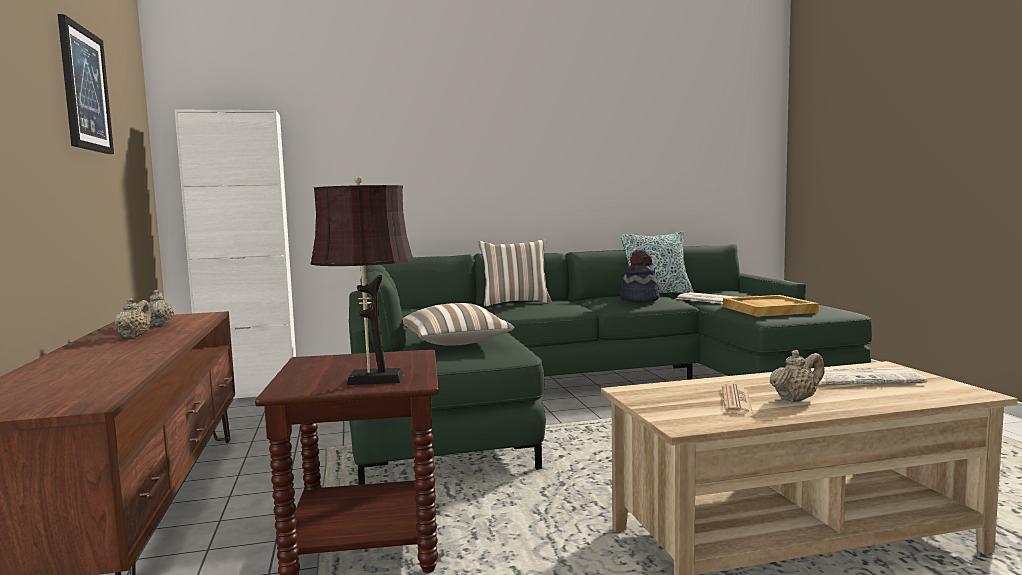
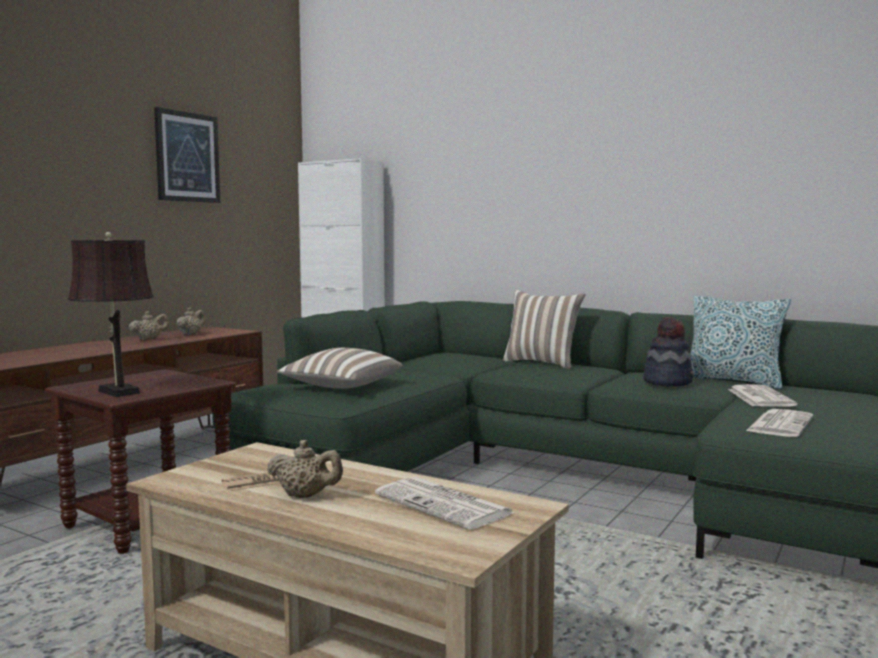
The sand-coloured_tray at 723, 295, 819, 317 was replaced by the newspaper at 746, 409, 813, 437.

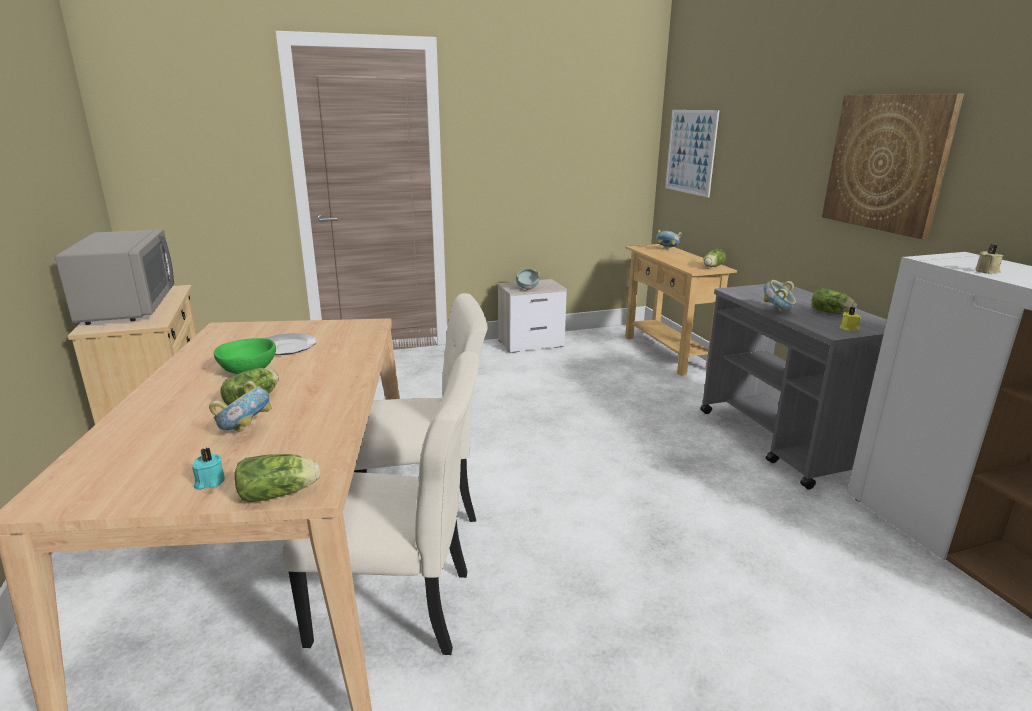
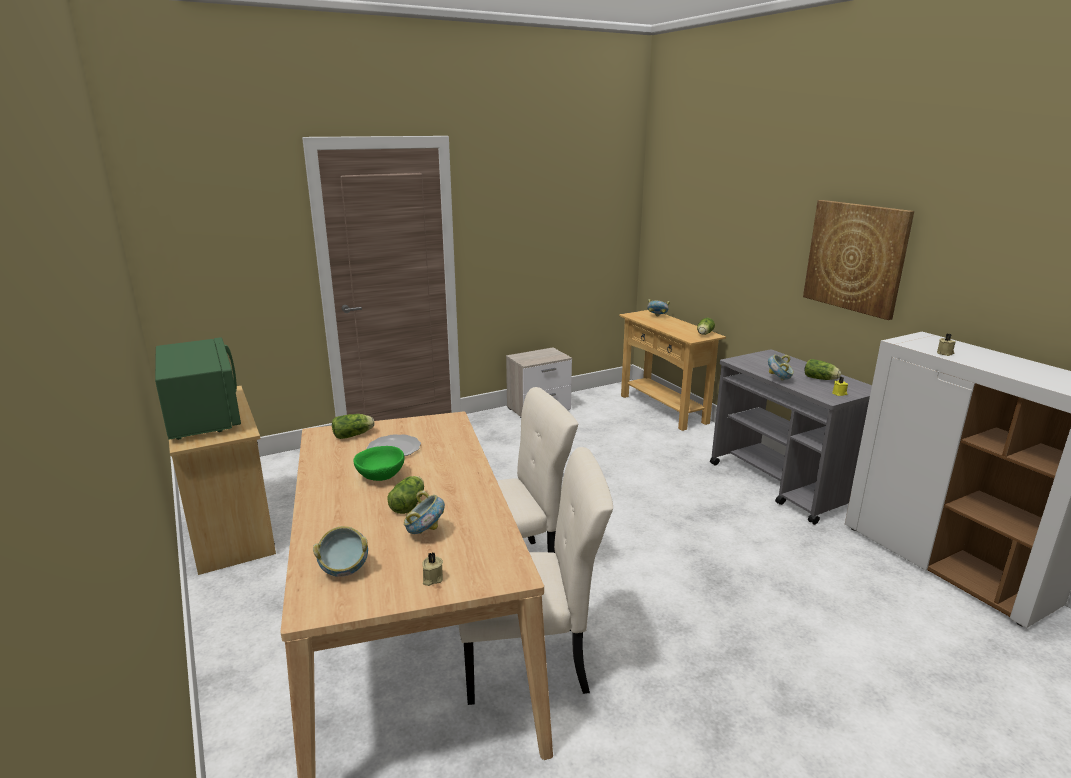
The grey_kitchen_microwave at 55, 229, 174, 325 became the greenish_kitchen_microwave at 155, 337, 241, 440. The serving_bowl moved from 516, 268, 540, 290 to 313, 526, 368, 577. The lettuce moved from 235, 454, 320, 502 to 332, 414, 375, 439. The blue-green_wax_candle at 192, 448, 225, 490 became the sand-coloured_wax_candle at 422, 553, 443, 586. The wall_art at 665, 110, 720, 197 disappeared.

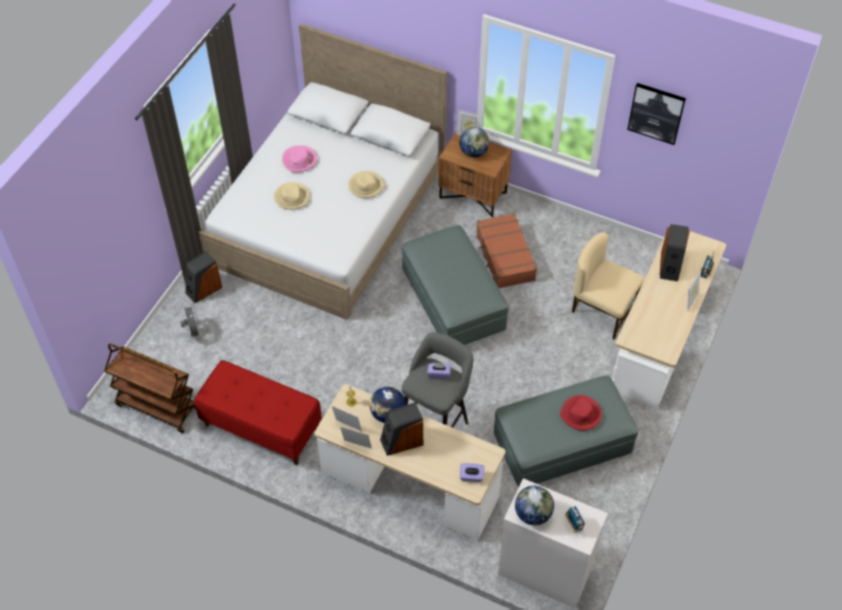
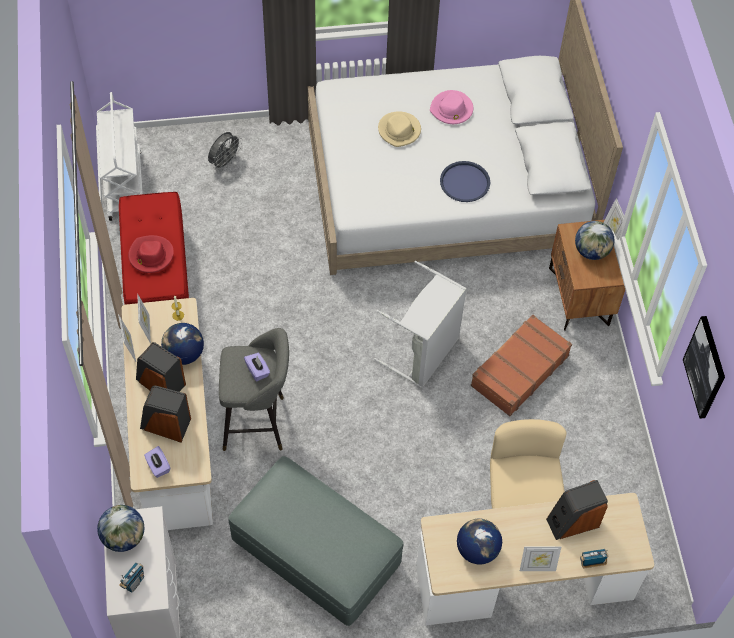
The brown-coloured_cart at 104, 344, 196, 434 became the whitish_cart at 97, 92, 143, 221. The reddish_clothing_hat moved from 560, 395, 602, 431 to 128, 235, 174, 273. The audio_speaker moved from 185, 251, 222, 303 to 140, 386, 191, 443. The grey_ottoman at 402, 225, 509, 345 was replaced by the grey_laundry_basket at 374, 261, 467, 388. The sand-coloured_clothing_hat at 348, 171, 385, 198 was replaced by the blue-coloured_tray at 440, 161, 490, 202. The globe at 457, 519, 502, 564 appeared.

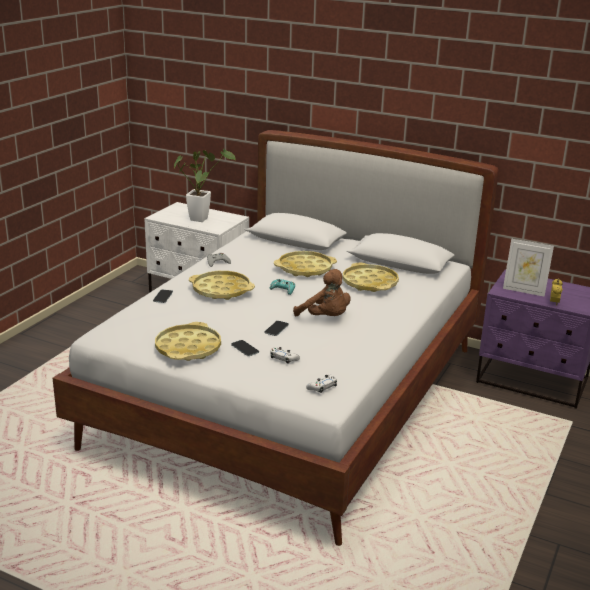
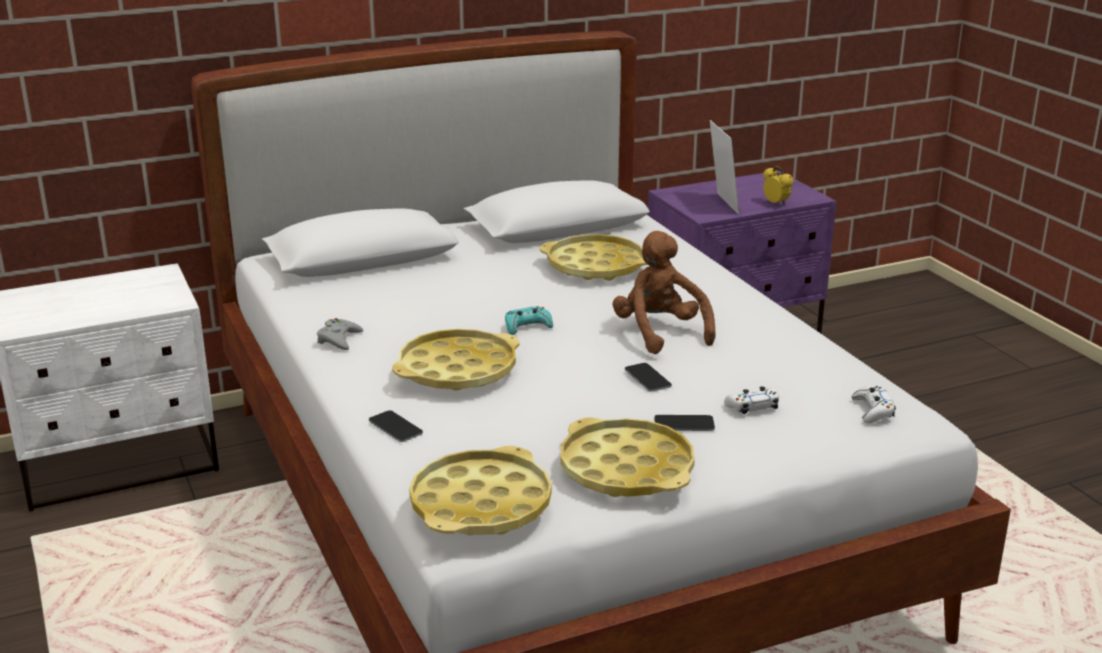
The yellow_tray moved from 274, 251, 337, 277 to 409, 446, 552, 535. The brown-coloured_plush_toy at 293, 269, 351, 316 turned 105 degrees counterclockwise. The picture_frame at 503, 239, 554, 297 turned 75 degrees counterclockwise. The houseplant at 174, 148, 236, 222 disappeared.

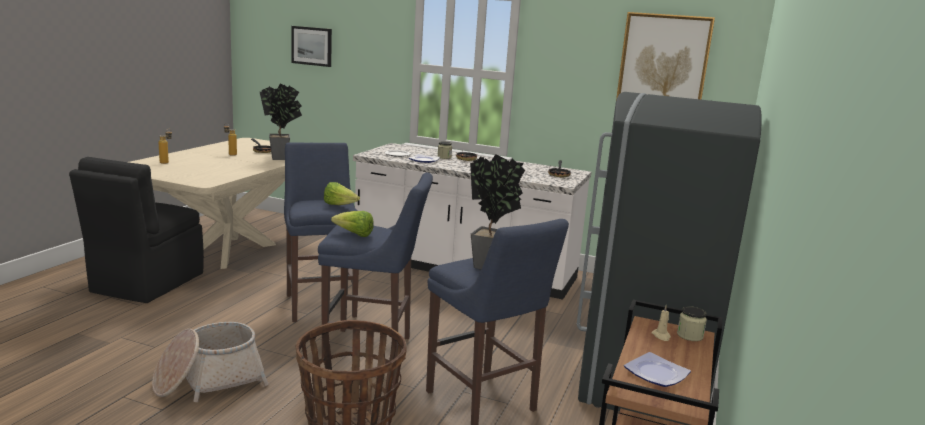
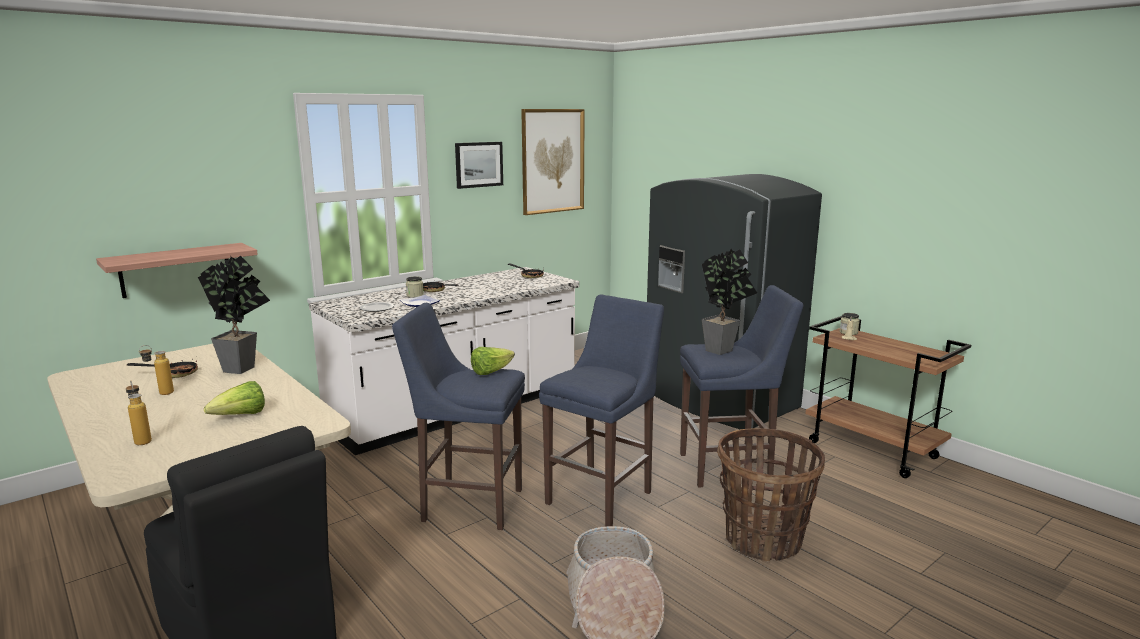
The shelf at 96, 243, 258, 298 appeared. The lettuce moved from 331, 211, 374, 237 to 204, 381, 265, 415. The wall_art moved from 291, 26, 332, 67 to 455, 142, 503, 189. The dinner_plate at 624, 352, 691, 387 disappeared.

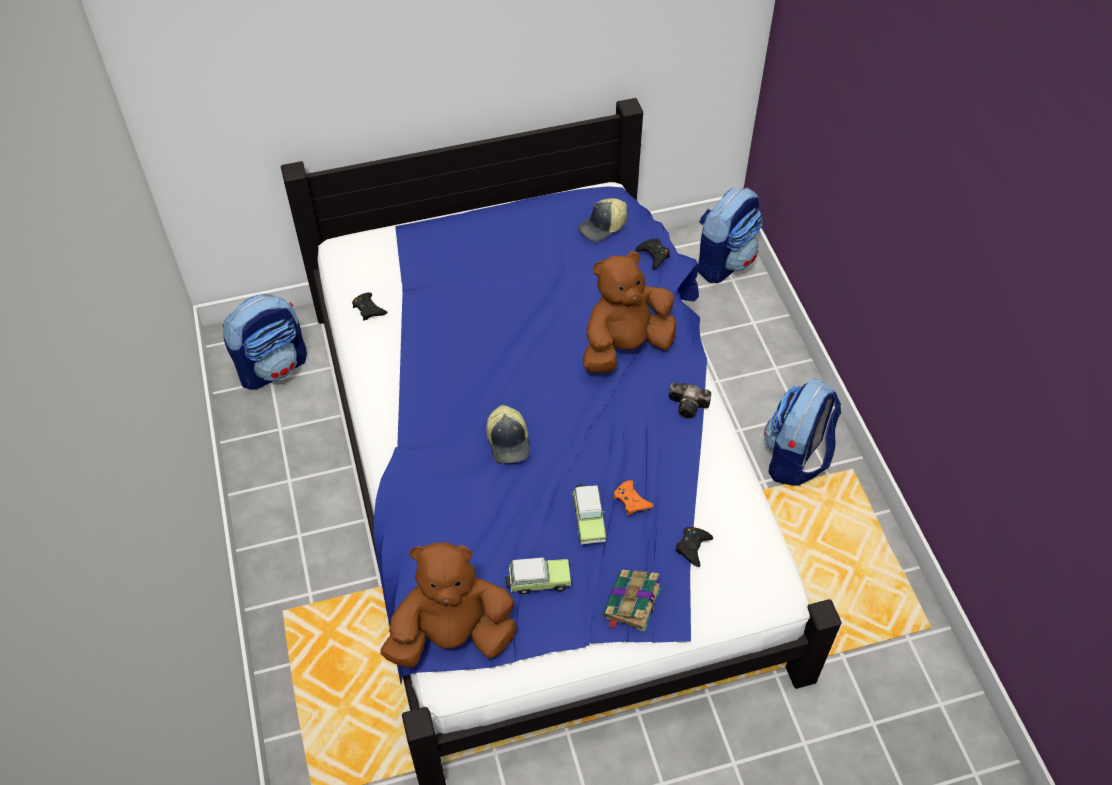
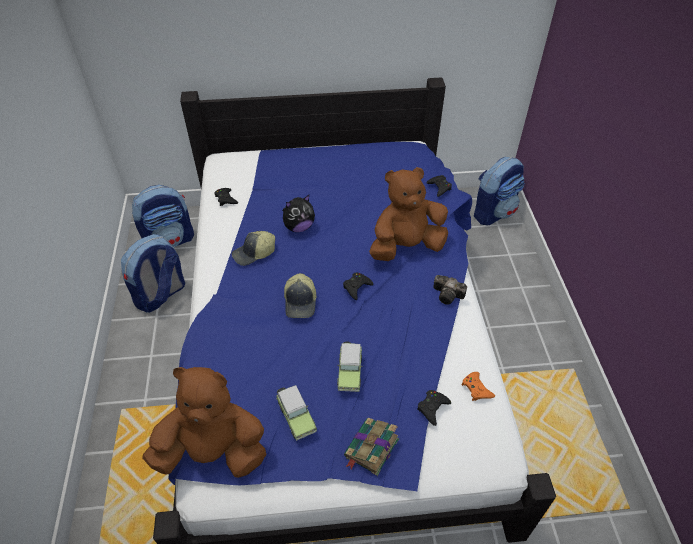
The rucksack moved from 764, 379, 841, 486 to 121, 234, 185, 313. The baseball_cap moved from 578, 198, 627, 242 to 232, 231, 275, 266. The miniature_car at 506, 558, 571, 595 turned 60 degrees clockwise. The plush_toy at 283, 195, 315, 232 appeared. The black-coloured_game_controller at 343, 272, 374, 300 appeared. The orange_game_controller moved from 614, 480, 654, 515 to 462, 372, 495, 401.

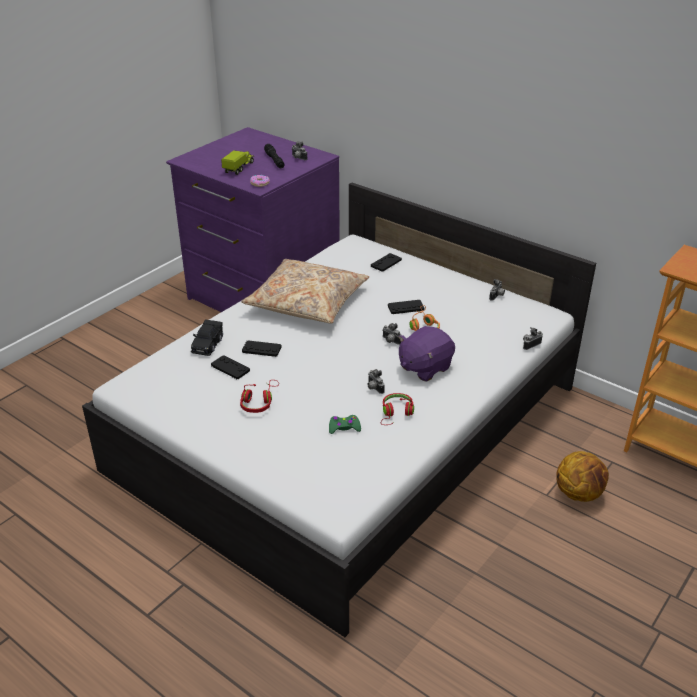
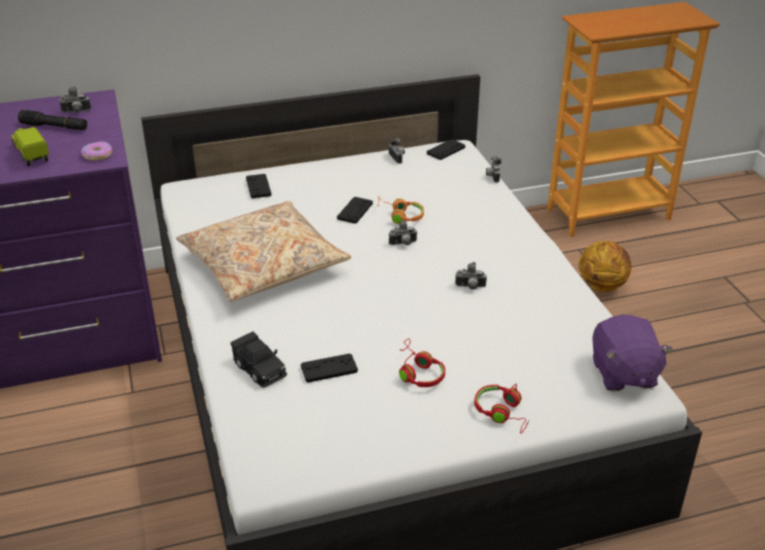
The black-coloured_game_controller moved from 242, 340, 282, 357 to 427, 139, 465, 160. The reddish_pair_of_headphones moved from 381, 393, 414, 425 to 474, 383, 529, 433. The purple_plush_toy moved from 398, 326, 455, 382 to 592, 315, 672, 391. The greenish_game_controller at 329, 415, 361, 434 disappeared.

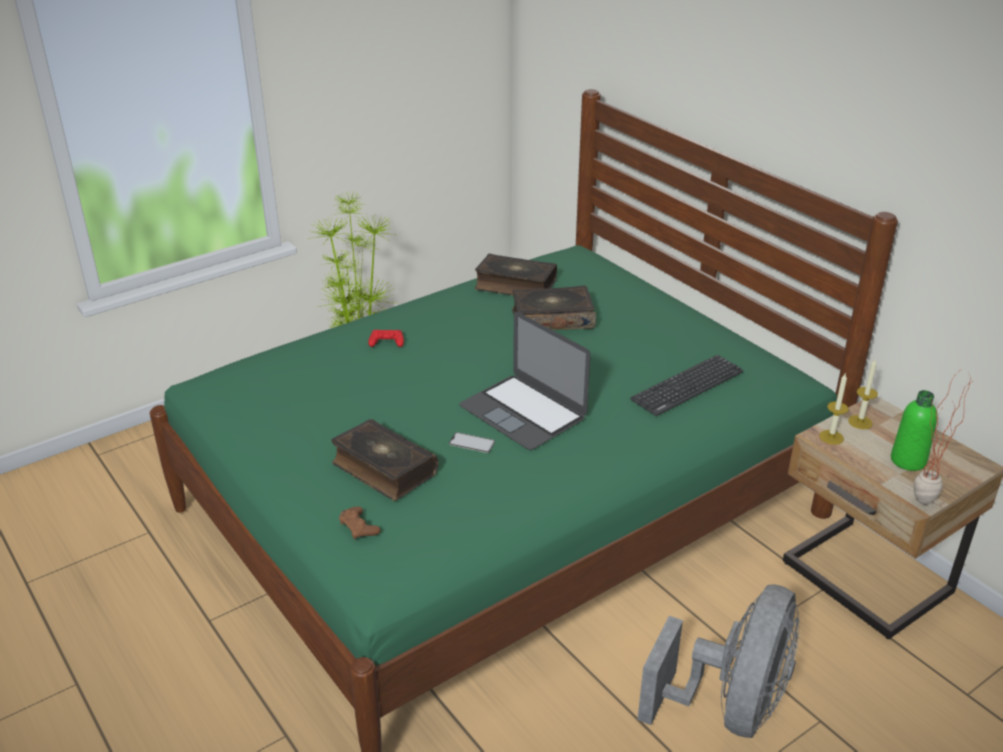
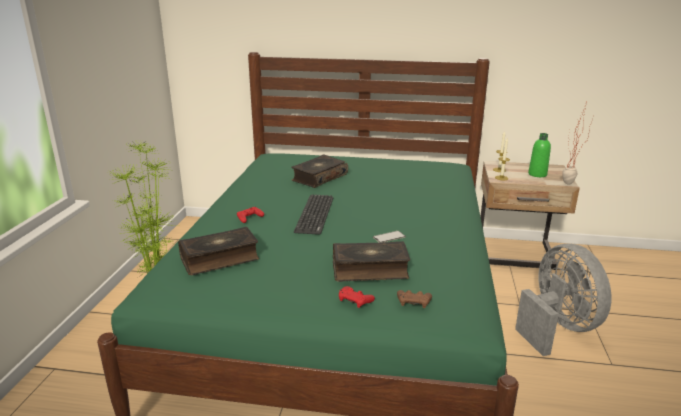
The volume moved from 475, 253, 557, 296 to 178, 227, 259, 275. The keyboard moved from 630, 355, 743, 416 to 294, 194, 333, 235. The reddish_game_controller at 339, 286, 375, 308 appeared. The notebook_computer at 460, 312, 591, 450 disappeared.

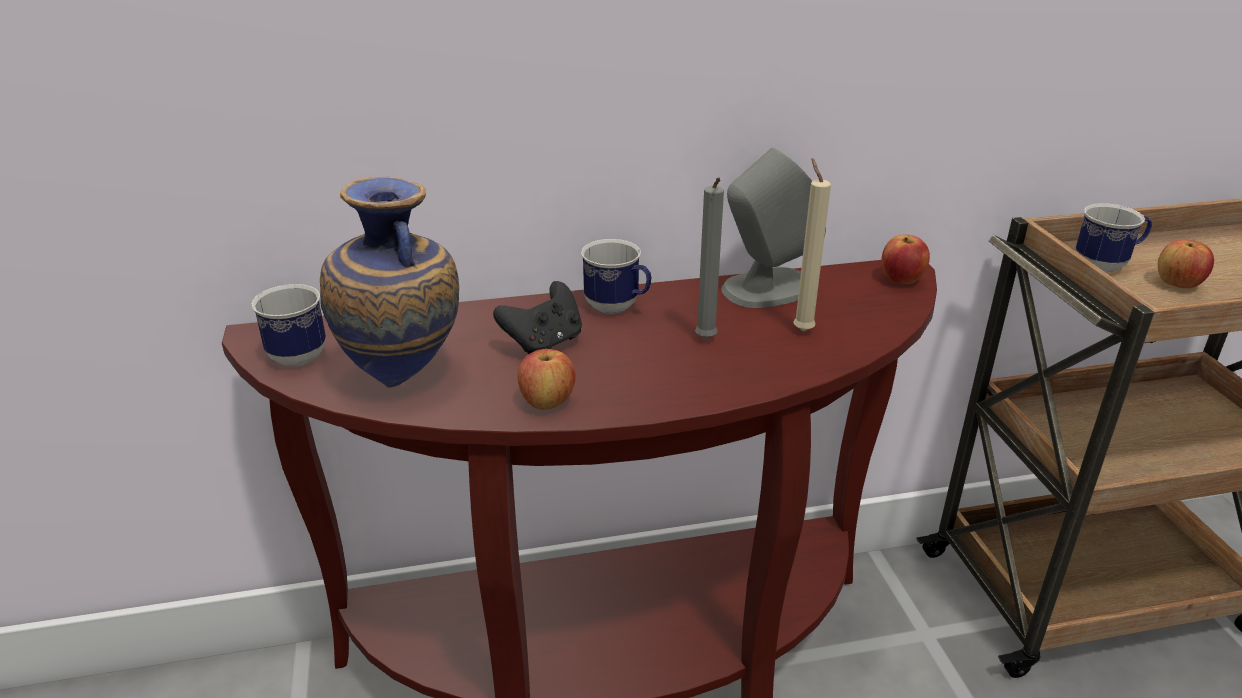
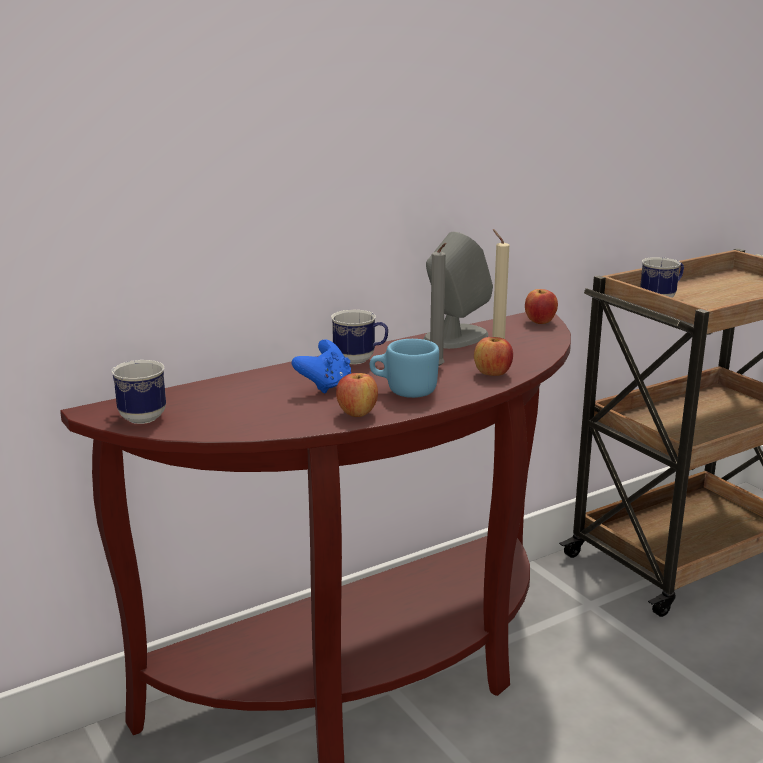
The black-coloured_game_controller at 493, 281, 582, 354 became the blue-coloured_game_controller at 292, 340, 351, 393. The blue-coloured_mug at 370, 339, 439, 398 appeared. The apple moved from 1158, 239, 1214, 288 to 474, 337, 513, 376. The flower_vase at 320, 177, 459, 388 disappeared.

